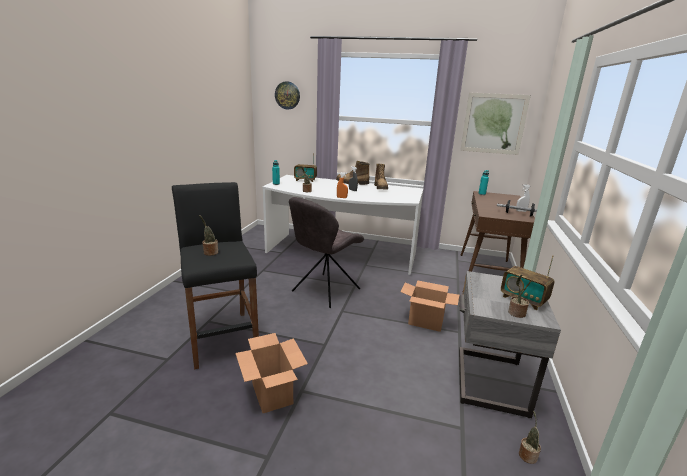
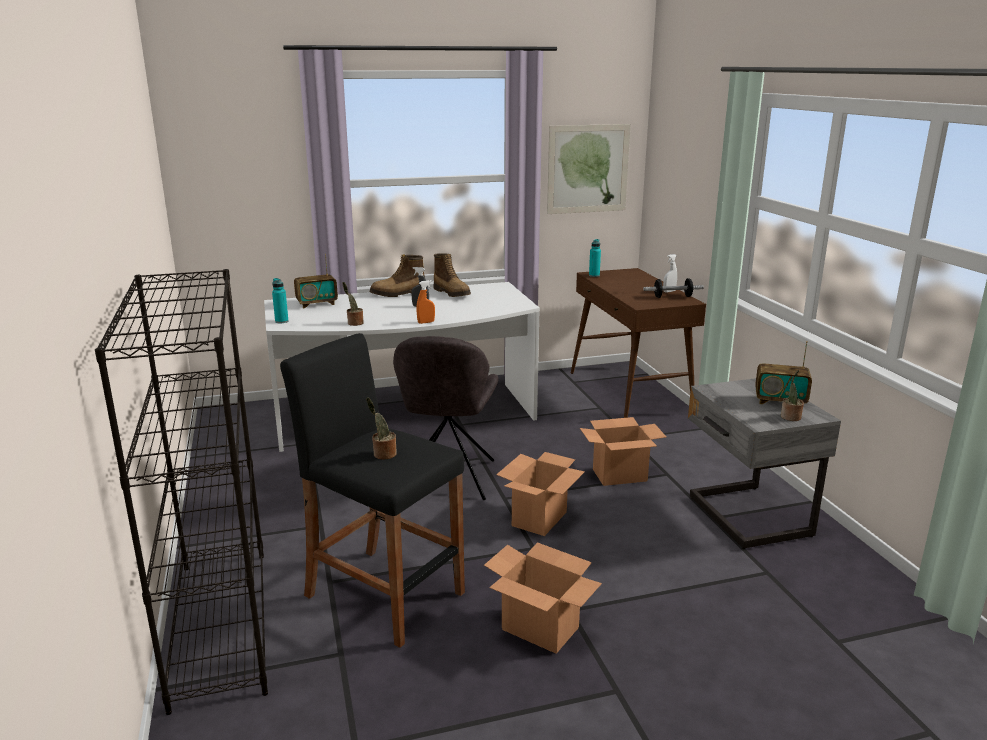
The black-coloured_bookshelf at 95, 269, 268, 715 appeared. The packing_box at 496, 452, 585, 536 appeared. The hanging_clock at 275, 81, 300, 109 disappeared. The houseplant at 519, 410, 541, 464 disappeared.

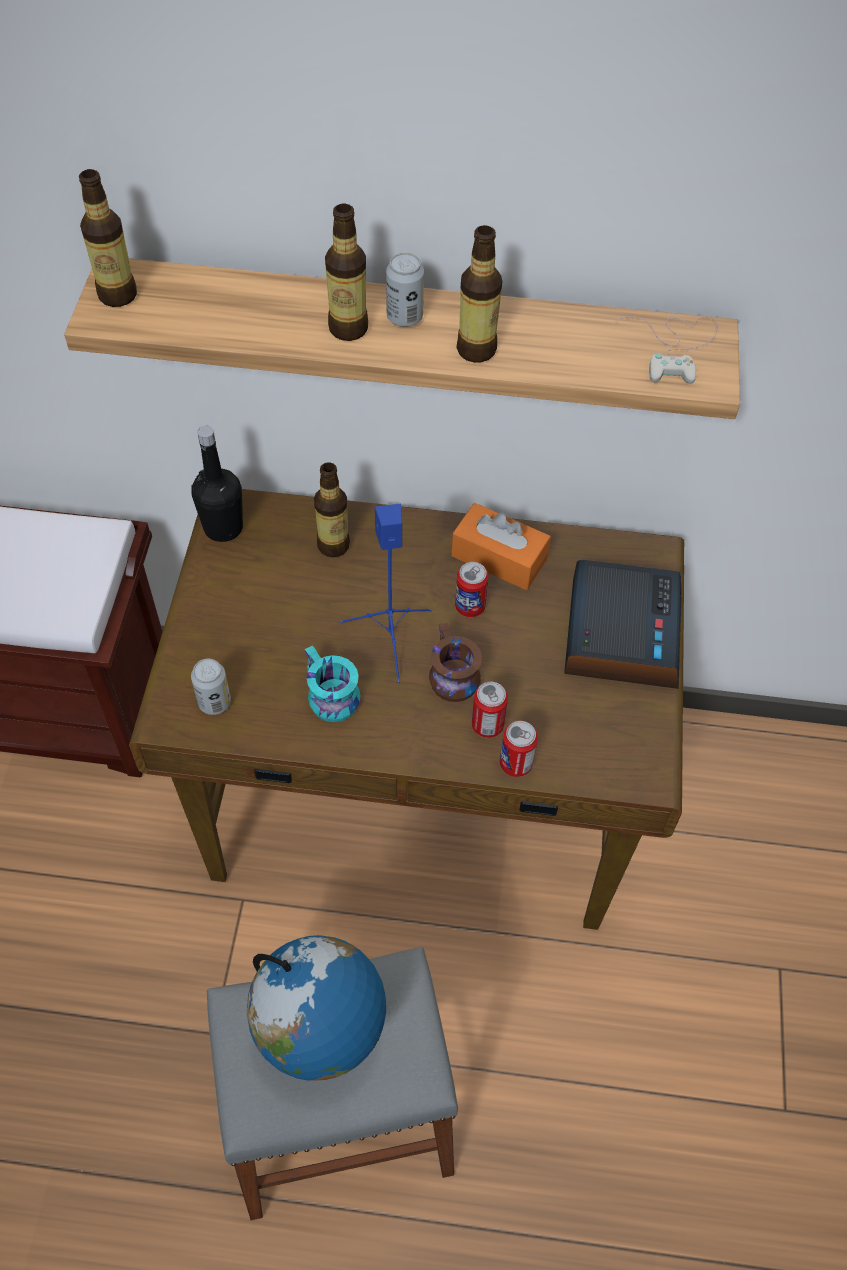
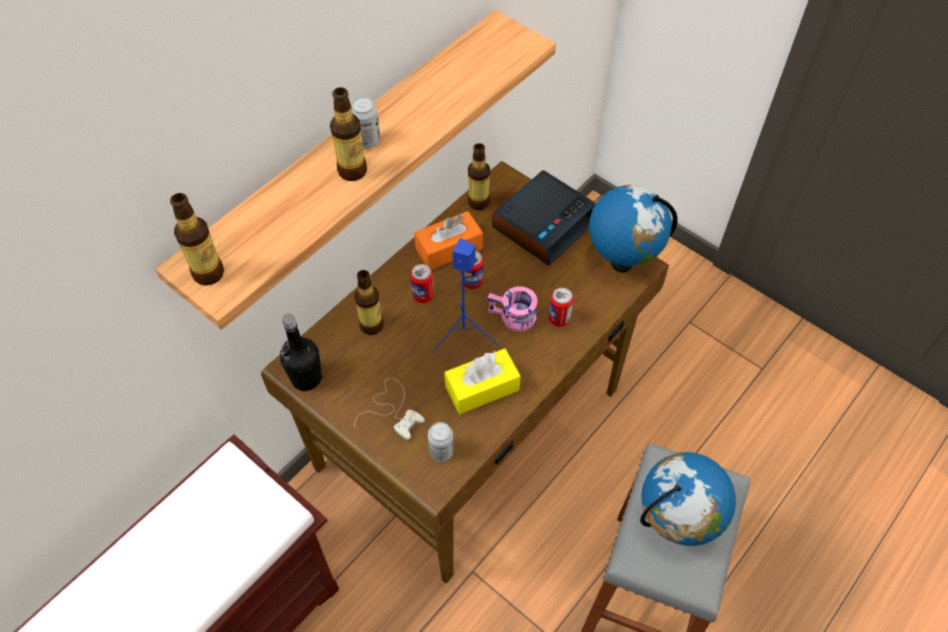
The whitish_game_controller moved from 615, 316, 717, 384 to 354, 378, 425, 440. The can moved from 500, 721, 538, 777 to 410, 264, 434, 303. The blue-green_mug at 305, 646, 361, 722 was replaced by the yellow_tissue_box at 444, 348, 521, 414. The bottle moved from 457, 225, 502, 362 to 468, 143, 490, 210. The brown-coloured_mug at 429, 623, 482, 702 became the pinkish_mug at 488, 286, 537, 332. The alarm_clock at 564, 560, 682, 689 turned 90 degrees clockwise. The globe at 589, 185, 678, 273 appeared.

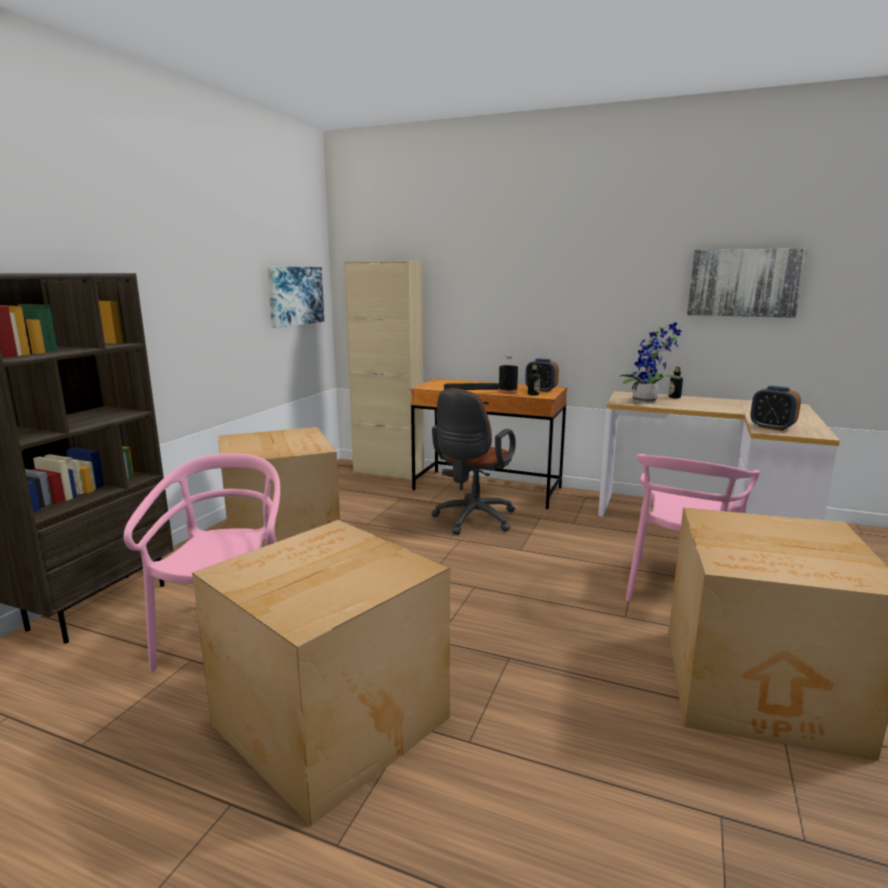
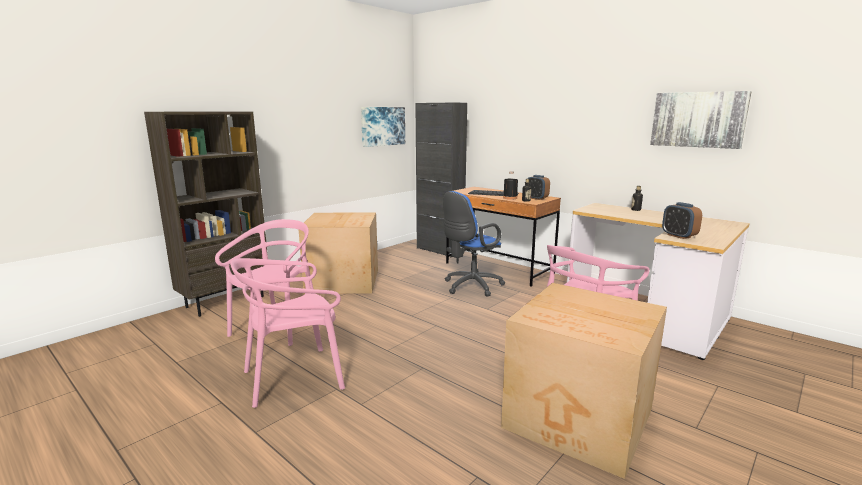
The packing_box at 192, 520, 450, 826 was replaced by the pinkish_chair at 230, 258, 345, 408. The sand-coloured_storage_cabinet at 344, 260, 424, 481 became the black-coloured_storage_cabinet at 415, 102, 467, 257. The brown-coloured_computer_chair at 432, 388, 516, 535 became the blue-coloured_computer_chair at 443, 191, 505, 297. The houseplant at 620, 322, 682, 403 disappeared.

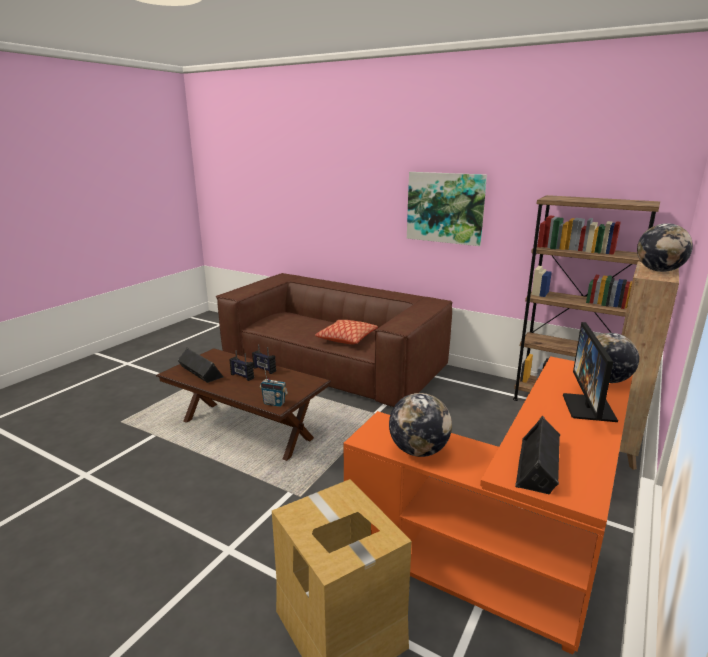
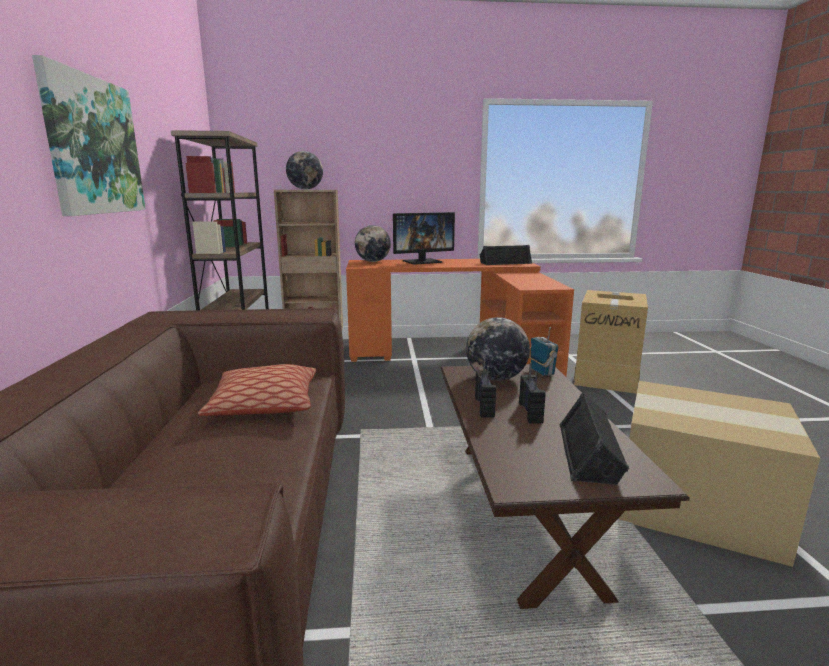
The globe moved from 389, 393, 452, 457 to 466, 317, 530, 381. The packing_box at 619, 381, 820, 567 appeared.

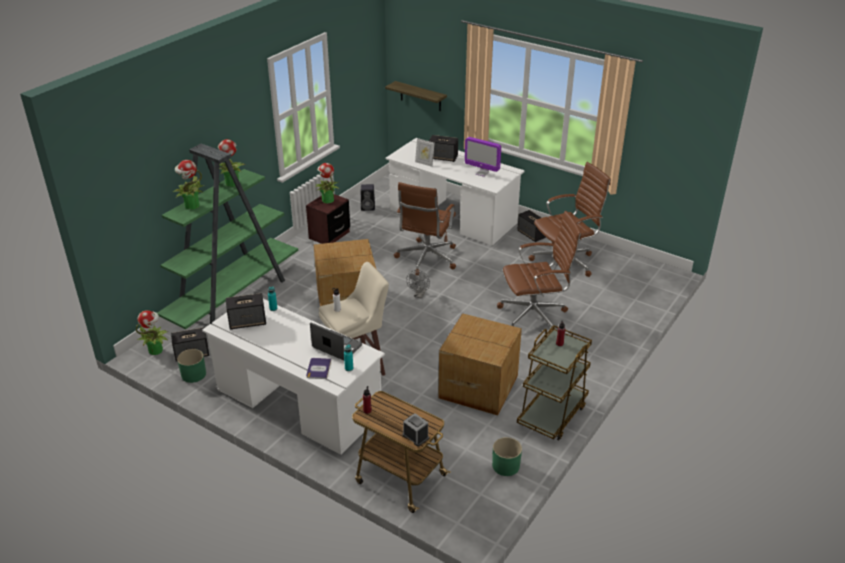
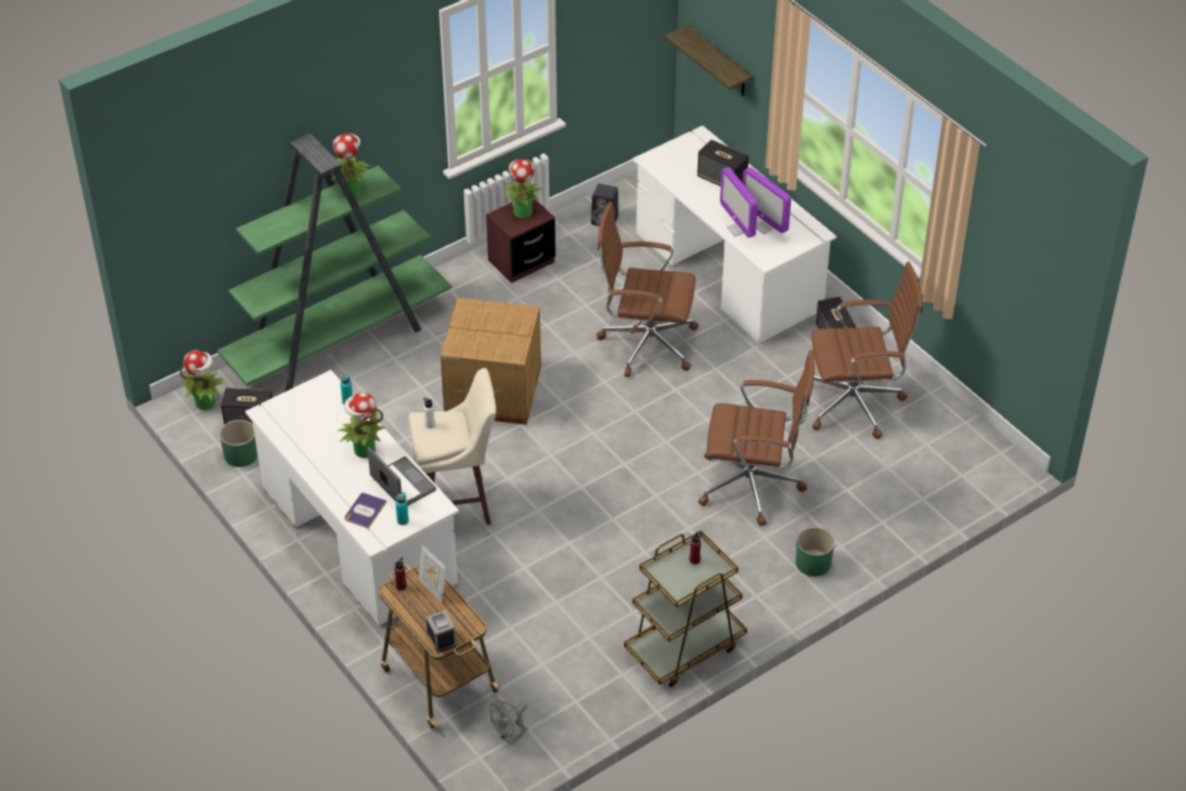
The houseplant moved from 173, 160, 204, 210 to 338, 393, 386, 458. The picture_frame moved from 415, 138, 435, 167 to 418, 544, 446, 602. The grey_fan moved from 406, 270, 430, 299 to 490, 701, 528, 745. The brown-coloured_computer_chair at 394, 182, 456, 275 turned 60 degrees clockwise. The computer_screen at 720, 167, 758, 238 appeared. The greenish_plant_pot moved from 492, 437, 522, 476 to 796, 527, 835, 577. The audio_speaker at 226, 293, 266, 329 disappeared. The packing_box at 438, 313, 522, 415 disappeared.

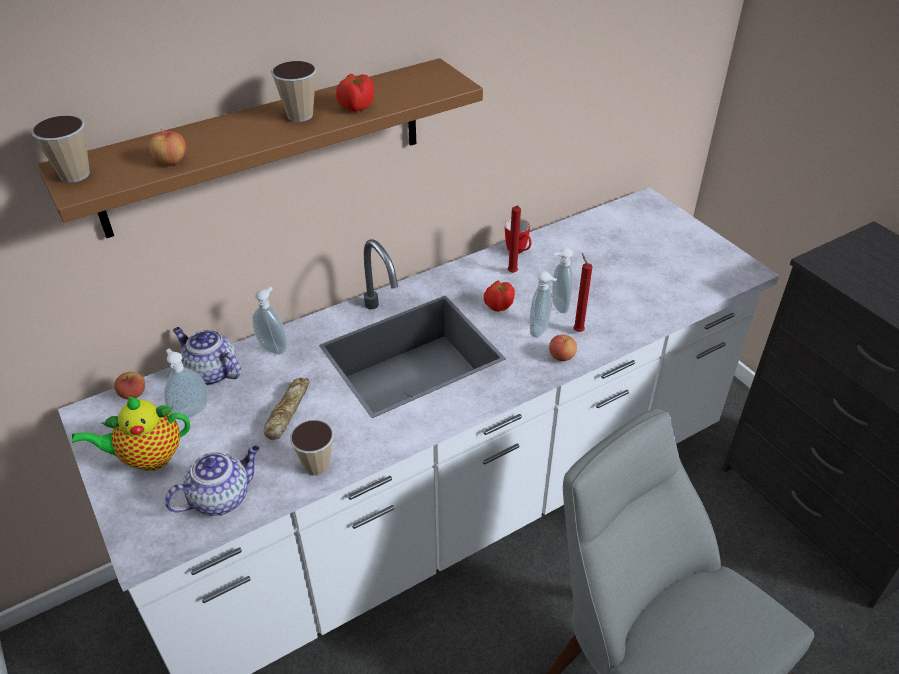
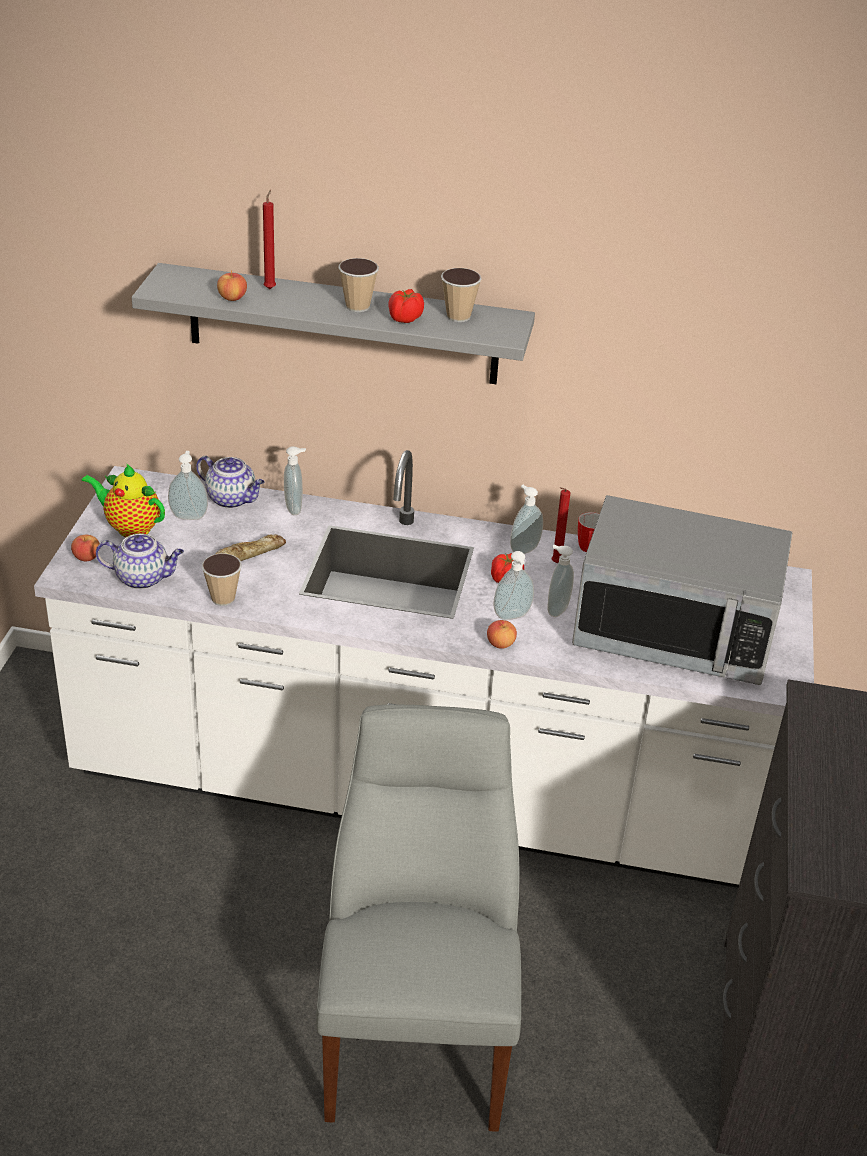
The apple moved from 114, 372, 145, 400 to 71, 535, 100, 561. The brown-coloured_shelf at 37, 58, 483, 238 became the grey_shelf at 132, 263, 535, 384. The pot_for_tea at 173, 327, 241, 385 turned 135 degrees clockwise. The reddish_wax_candle moved from 573, 253, 593, 332 to 263, 190, 276, 289. The drinking_cup moved from 31, 115, 90, 183 to 441, 268, 482, 322. The soap_bottle at 510, 485, 543, 554 appeared. The kitchen_microwave at 572, 495, 792, 685 appeared.

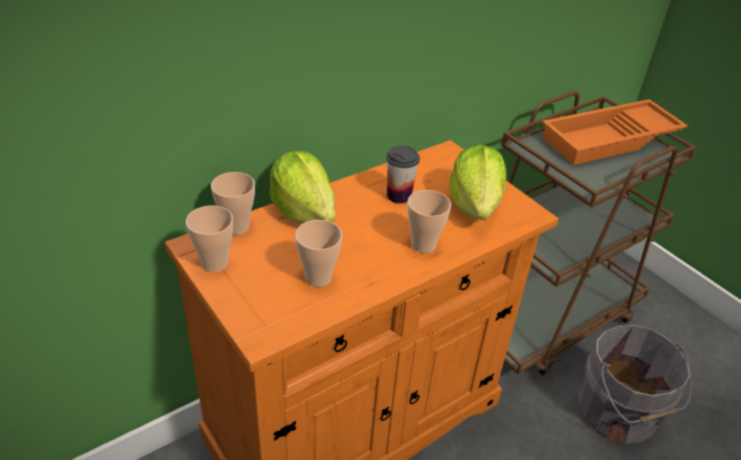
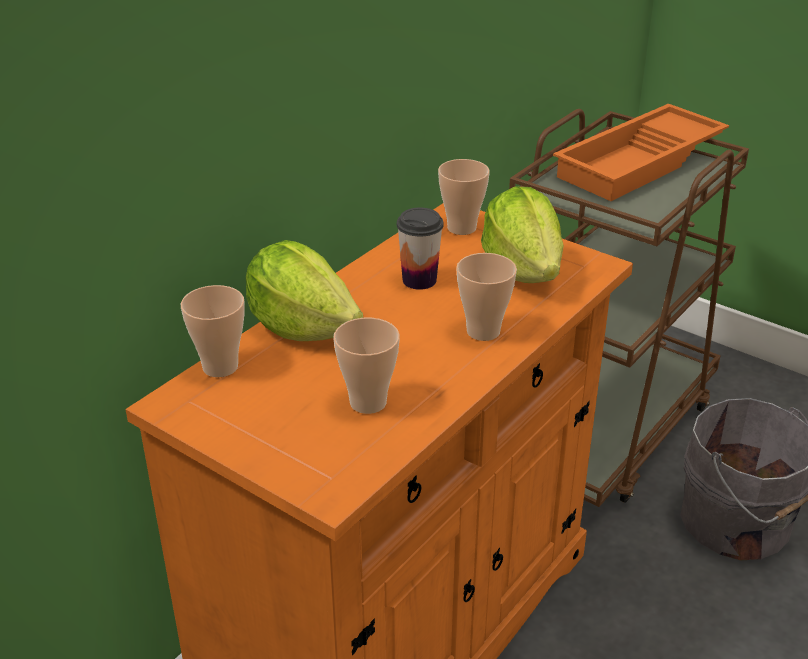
The drinking_cup moved from 186, 205, 233, 272 to 438, 159, 490, 235.

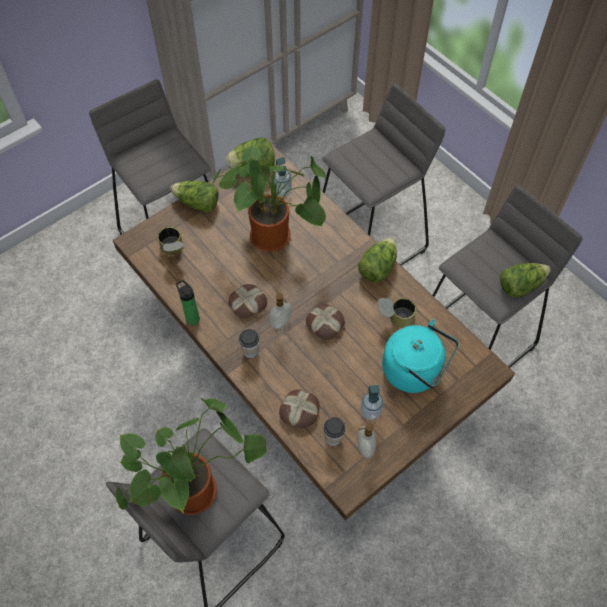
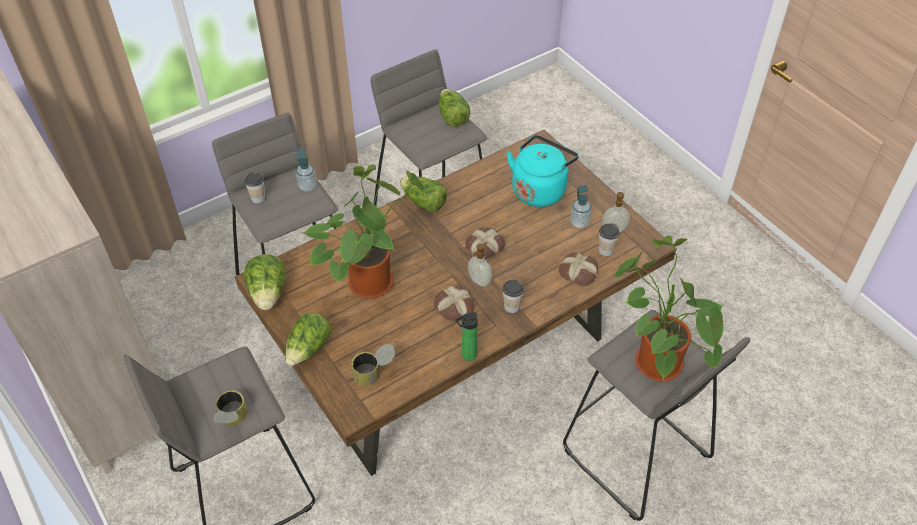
The can moved from 377, 298, 417, 328 to 213, 390, 248, 425. The drinking_cup at 245, 172, 265, 203 appeared. The soap_bottle moved from 274, 157, 292, 196 to 296, 149, 317, 192.

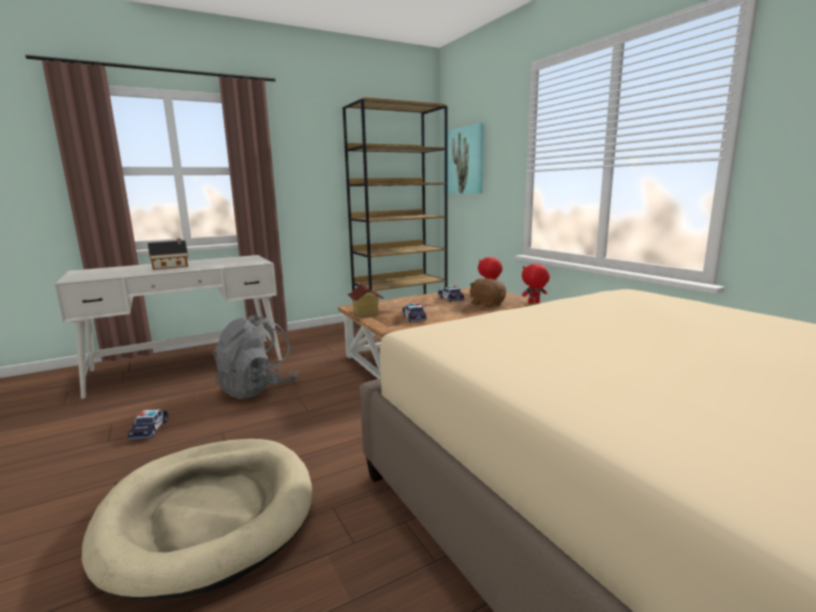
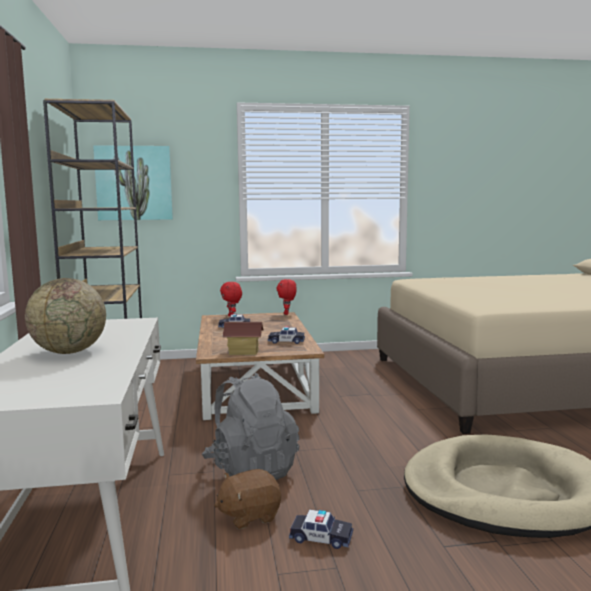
The miniature_house at 148, 238, 188, 270 was replaced by the globe at 25, 278, 106, 354. The brown-coloured_plush_toy moved from 470, 278, 506, 307 to 214, 469, 281, 529.

